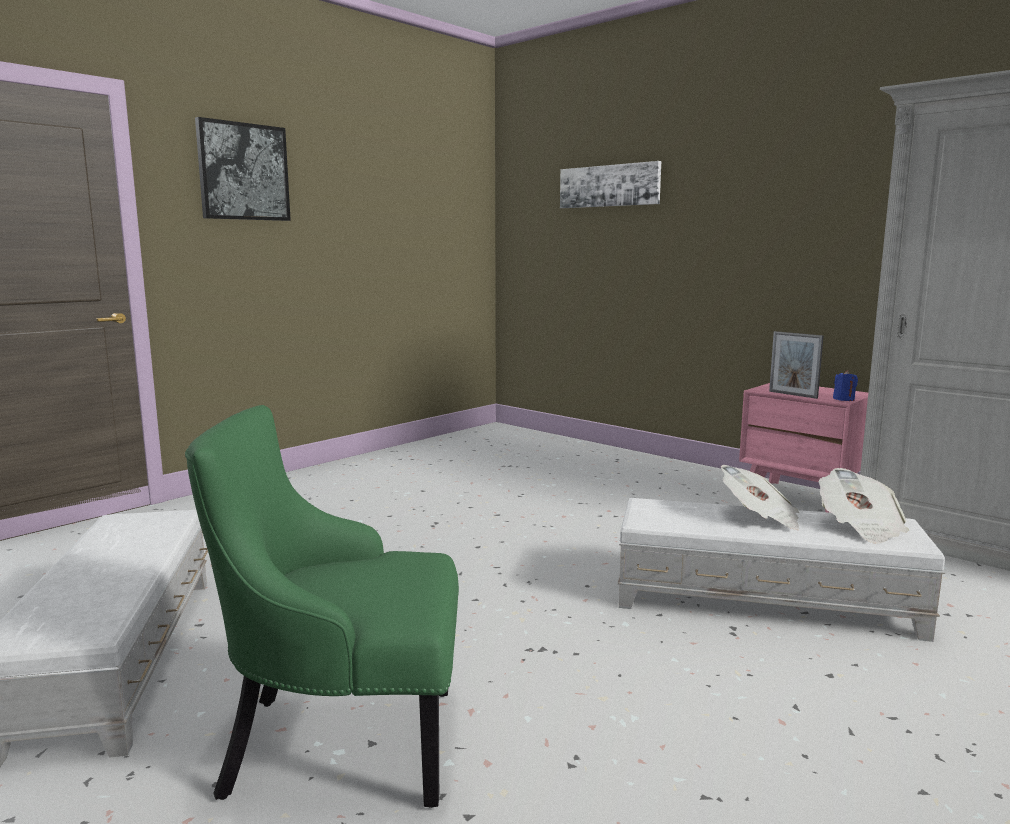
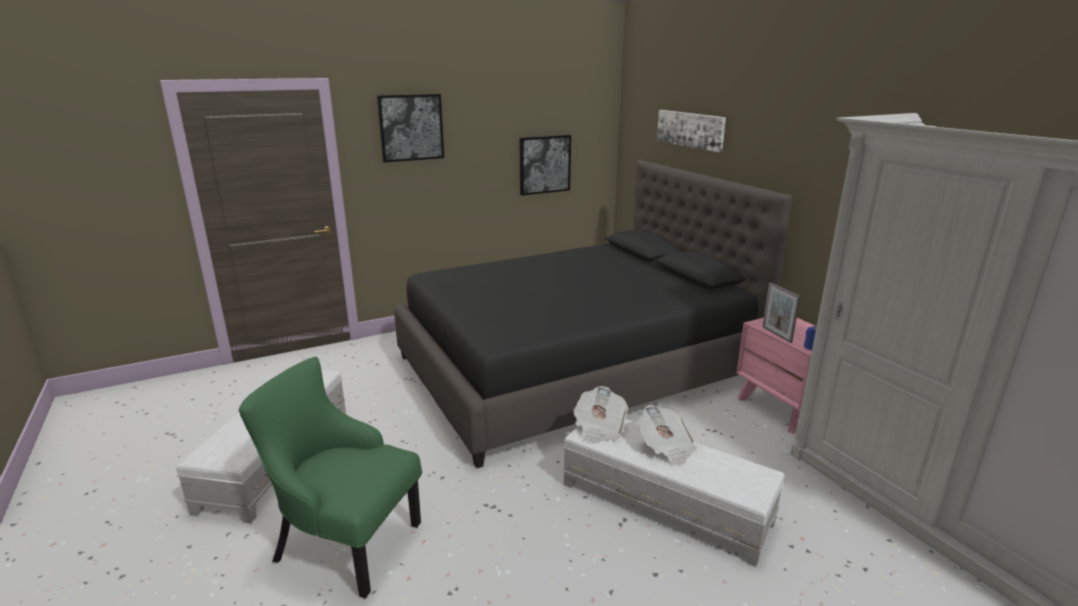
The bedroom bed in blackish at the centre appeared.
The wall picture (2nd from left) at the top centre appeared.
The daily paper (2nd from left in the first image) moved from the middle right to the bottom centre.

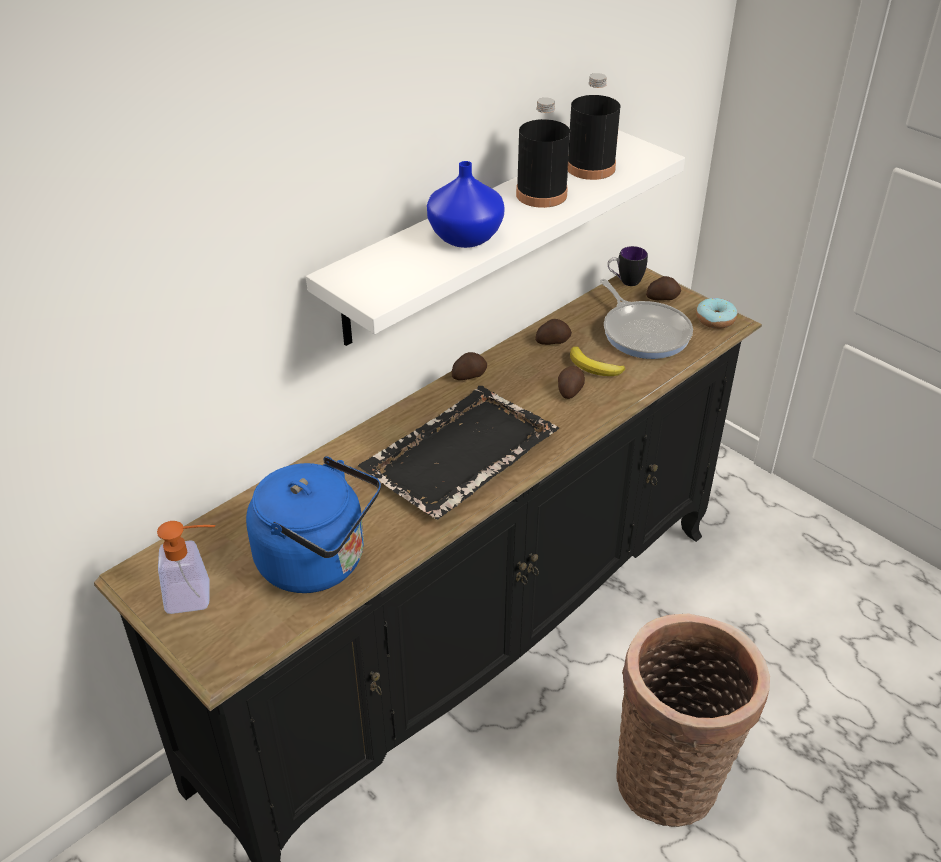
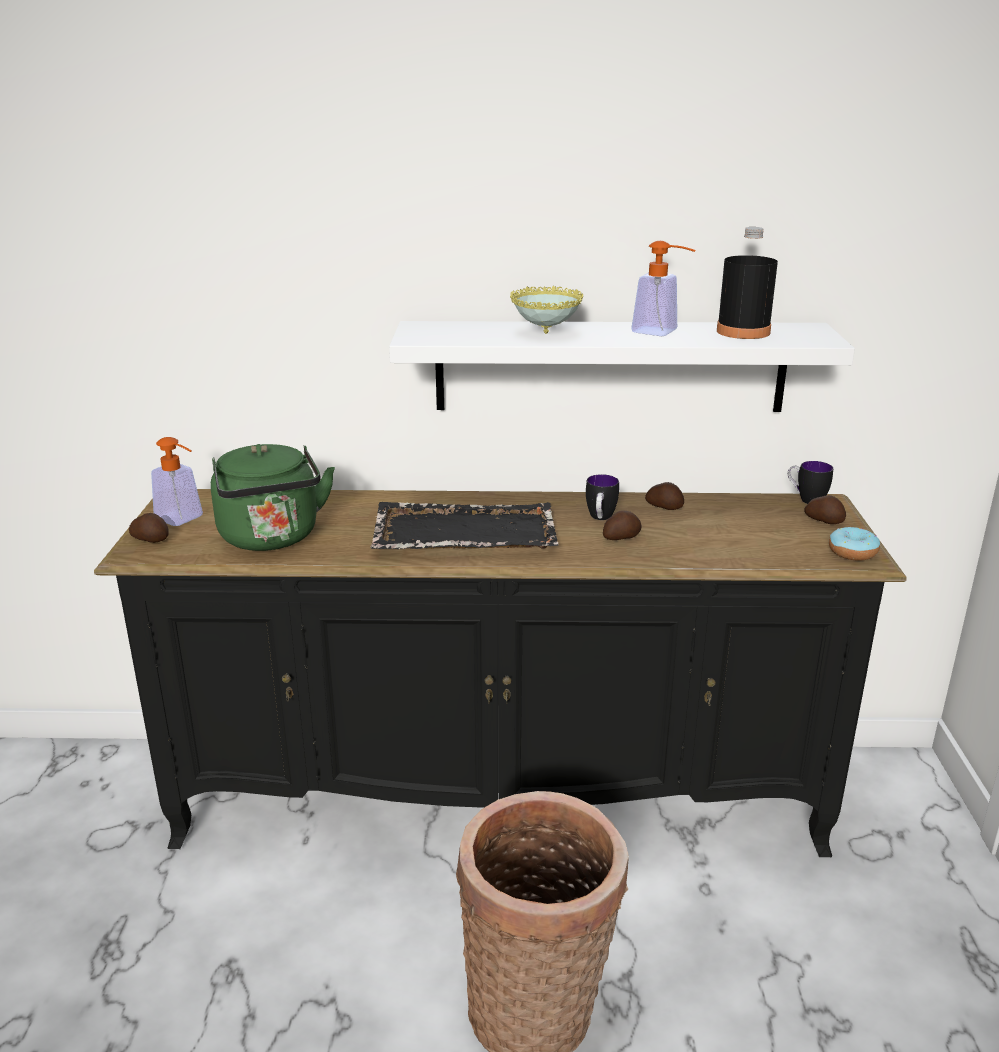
The whole potato (1st from left) moved from the centre to the middle left.
The tea kettle in blue-coloured at the middle left became the tea kettle in greenish at the middle left.
The decorative vase in blue-coloured at the top centre was replaced by the serving bowl at the top centre.
The tea mug (1st from left) at the centre appeared.
The bottle in blackish (1st from left) at the top centre was replaced by the soap dispenser (2nd from left) at the top centre.
The banana fruit at the centre disappeared.
The skillet at the middle right disappeared.

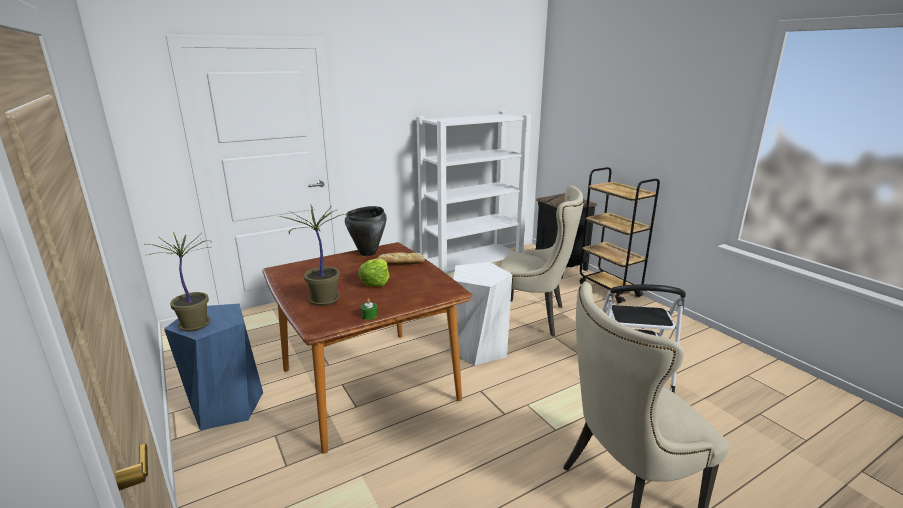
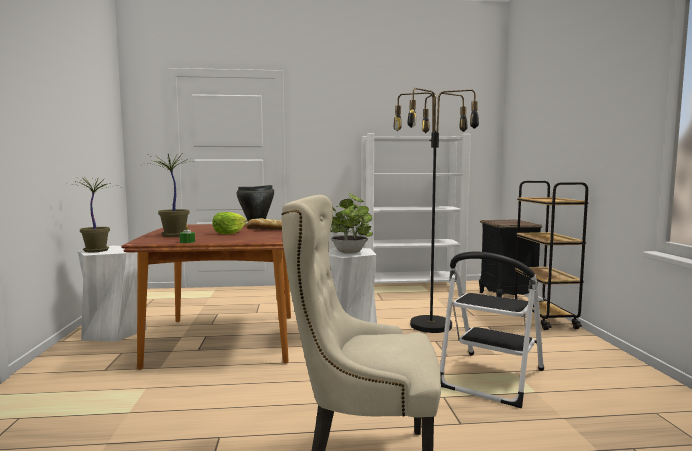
The sitting stool in blue-coloured at the bottom left became the sitting stool in whitish (1st from left) at the middle left.
The plant in a pot (3rd from left) at the centre appeared.
The plain chair in beige-coloured (1st from left) at the centre was replaced by the standing lamp at the centre.

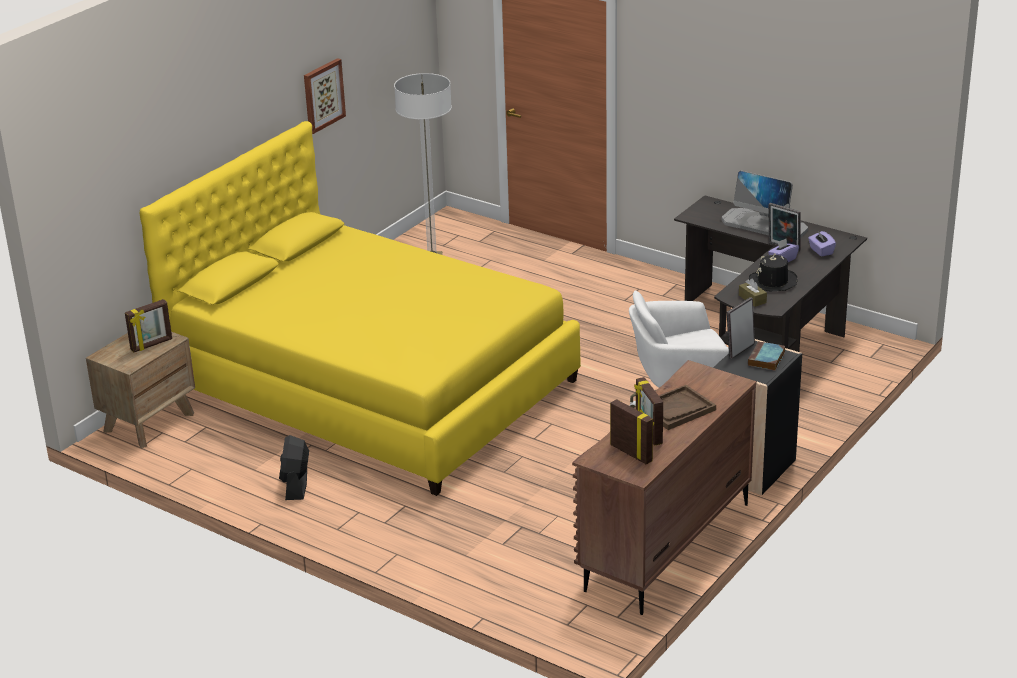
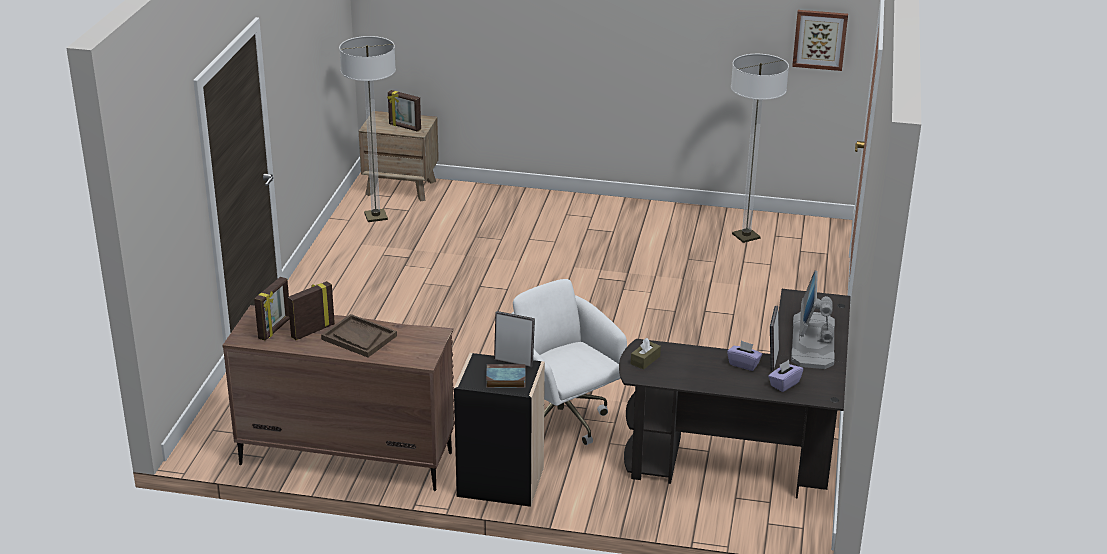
The standing lamp (1st from left) at the top left appeared.
The wall picture moved from the top left to the top right.
The bedroom bed in yellow at the centre disappeared.
The electric fan in blackish at the bottom left disappeared.
The hat in blackish at the middle right disappeared.

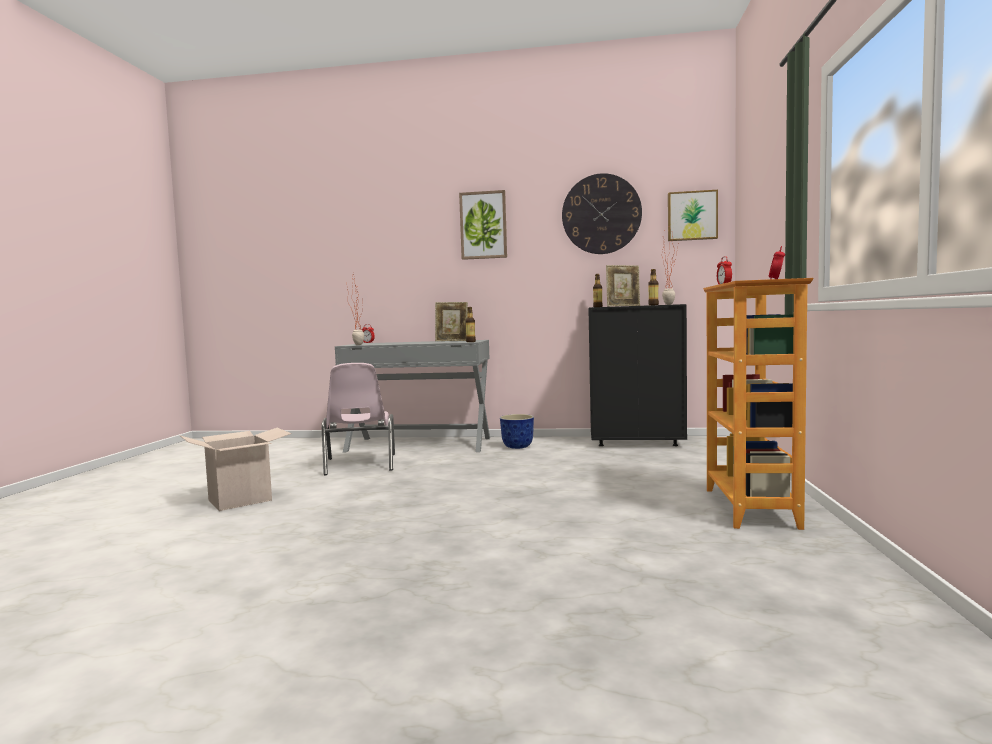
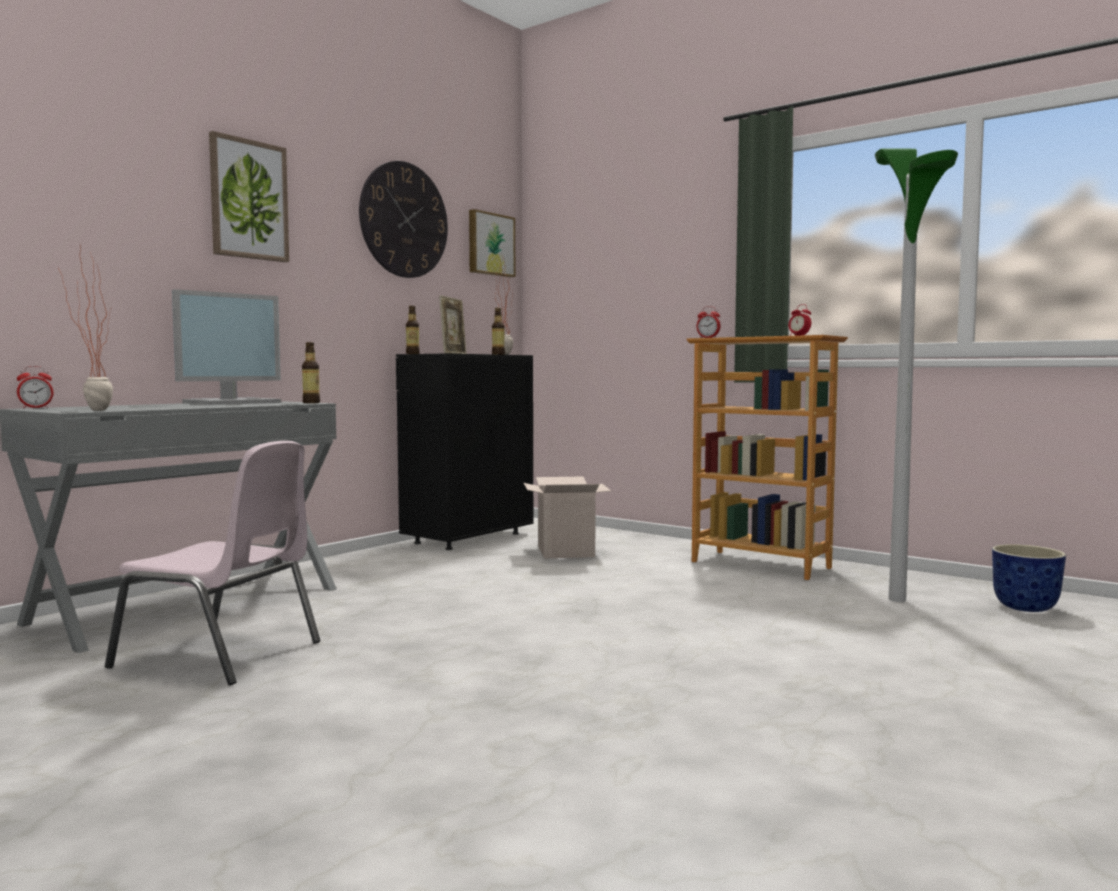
The picture frame (1st from left) at the centre was replaced by the monitor at the middle left.
The carton moved from the middle left to the centre.
The standing lamp at the middle right appeared.
The planter moved from the centre to the middle right.

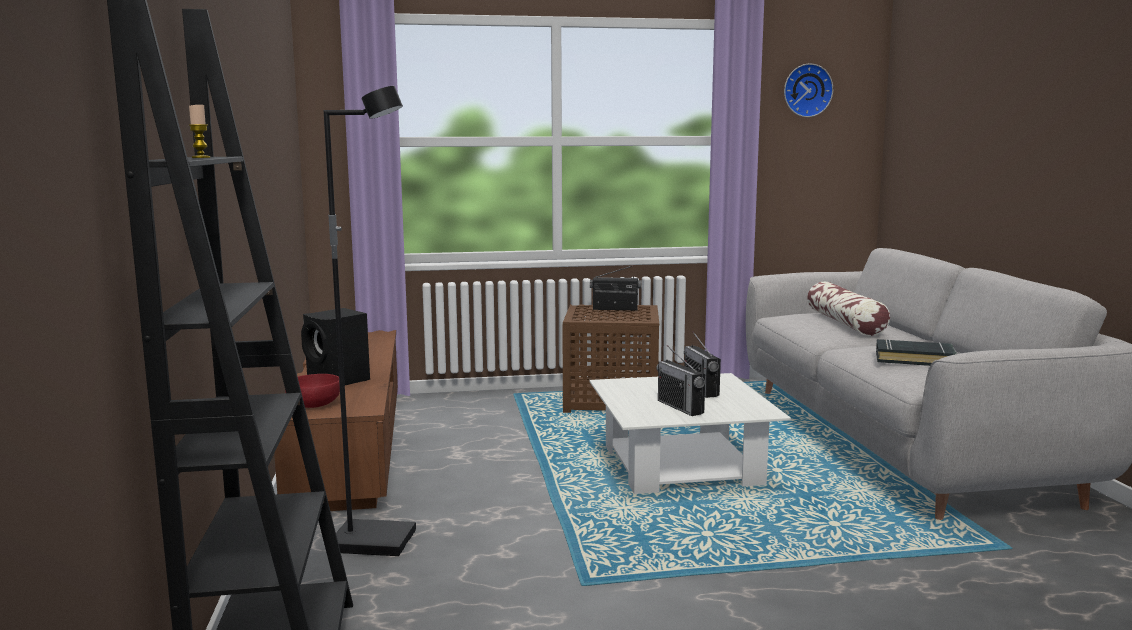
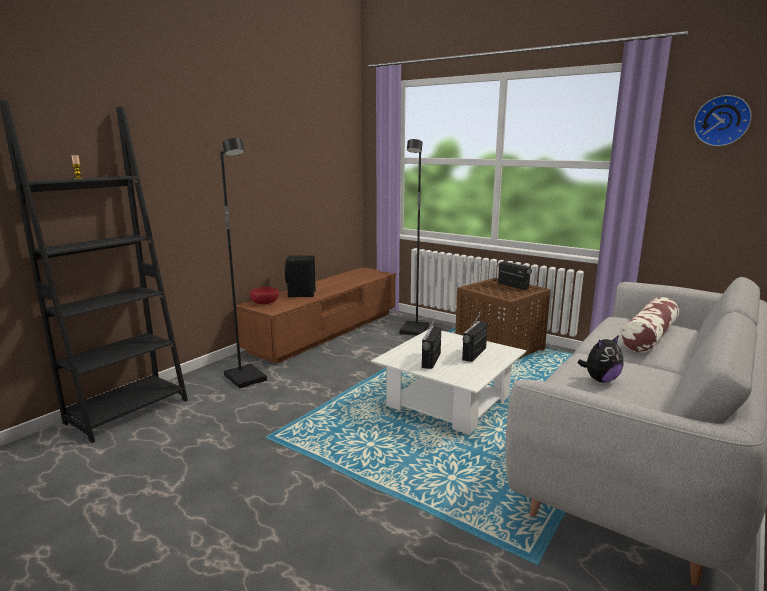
The standing lamp in blackish (2nd from left) at the centre appeared.
The volume in blackish at the middle right was replaced by the cuddly toy at the middle right.

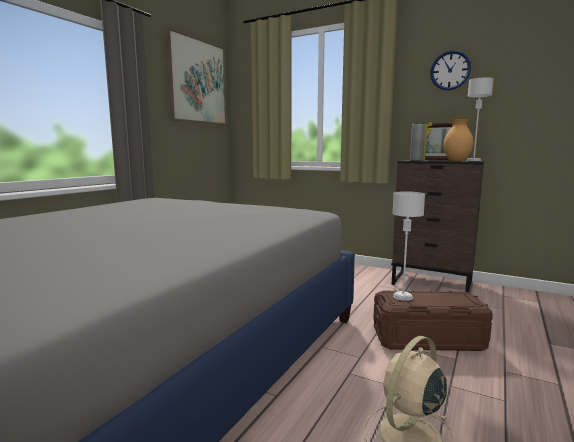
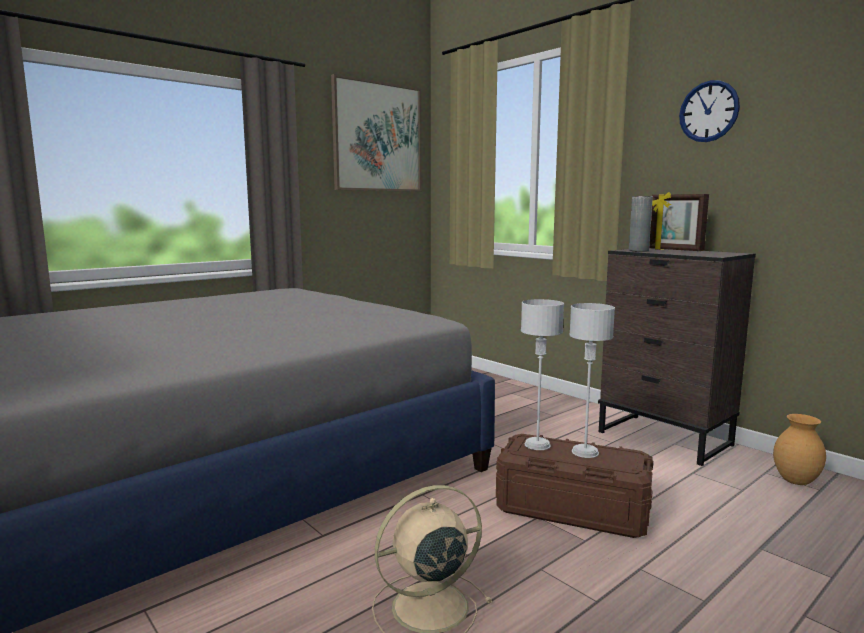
The table lamp in gray (2nd from left) moved from the top right to the middle right.
The decorative vase in brownish moved from the top right to the bottom right.

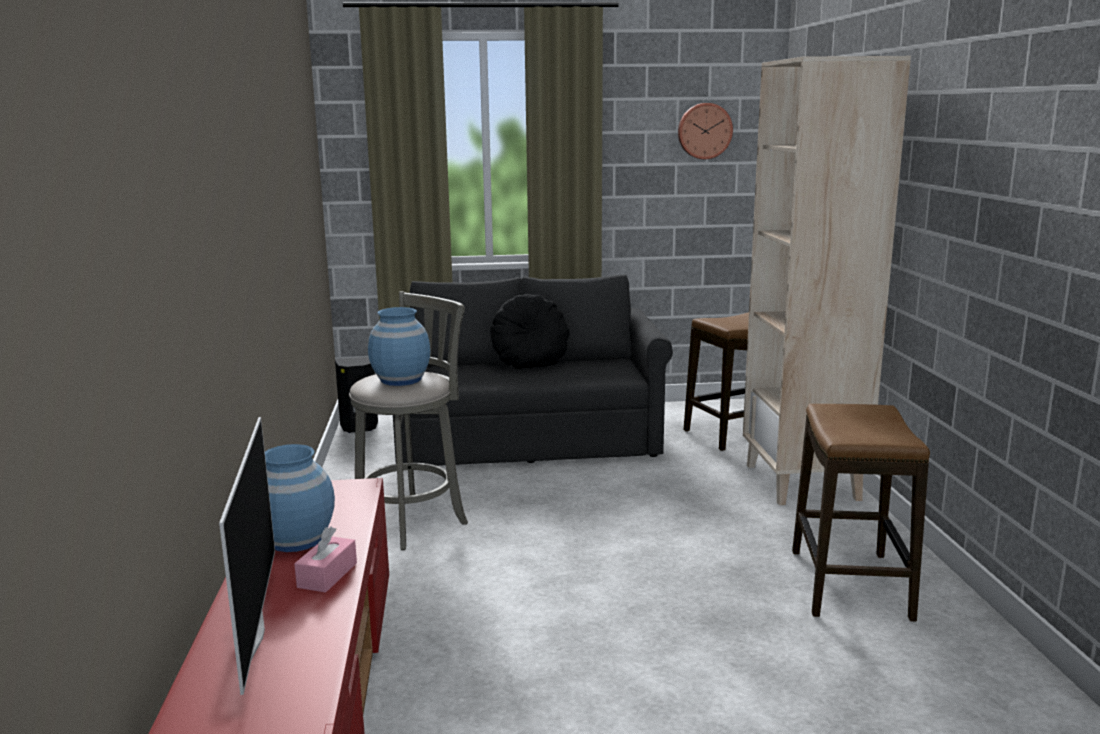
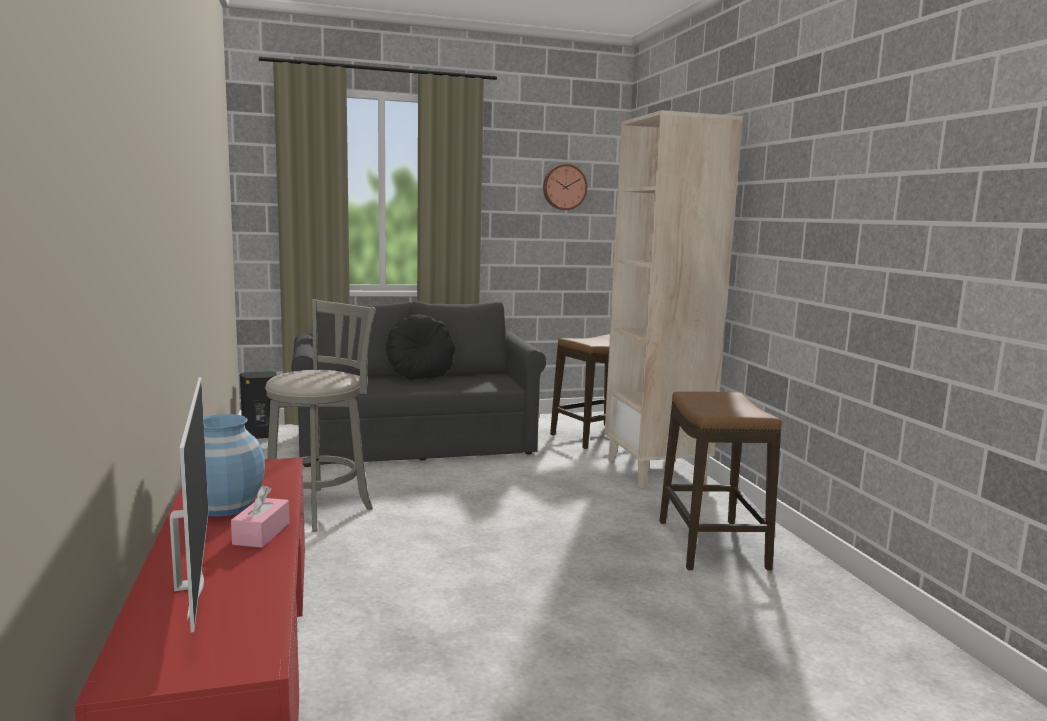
The decorative vase in blue-coloured (2nd from left) at the centre disappeared.

